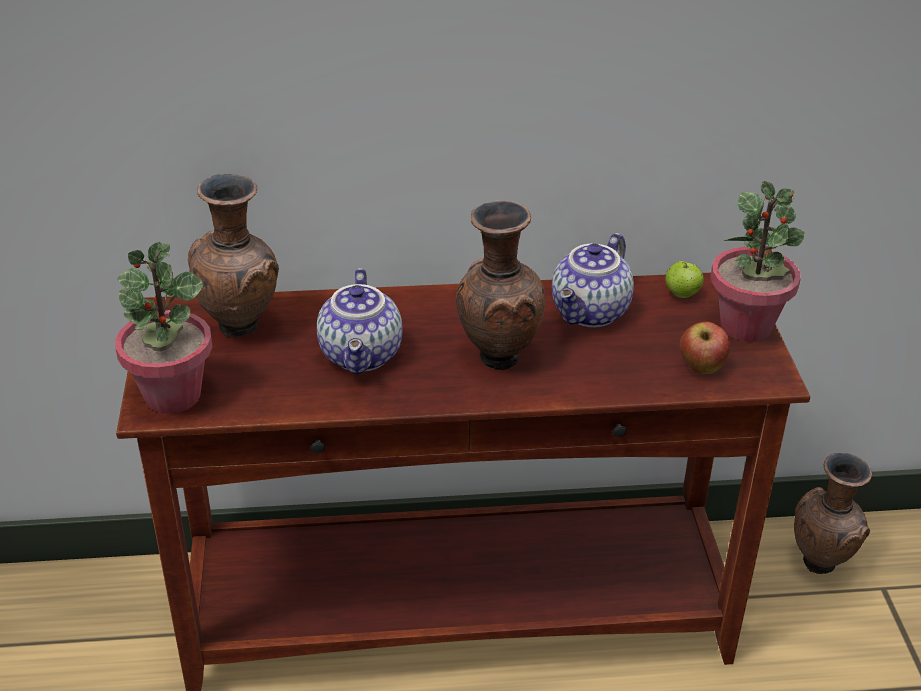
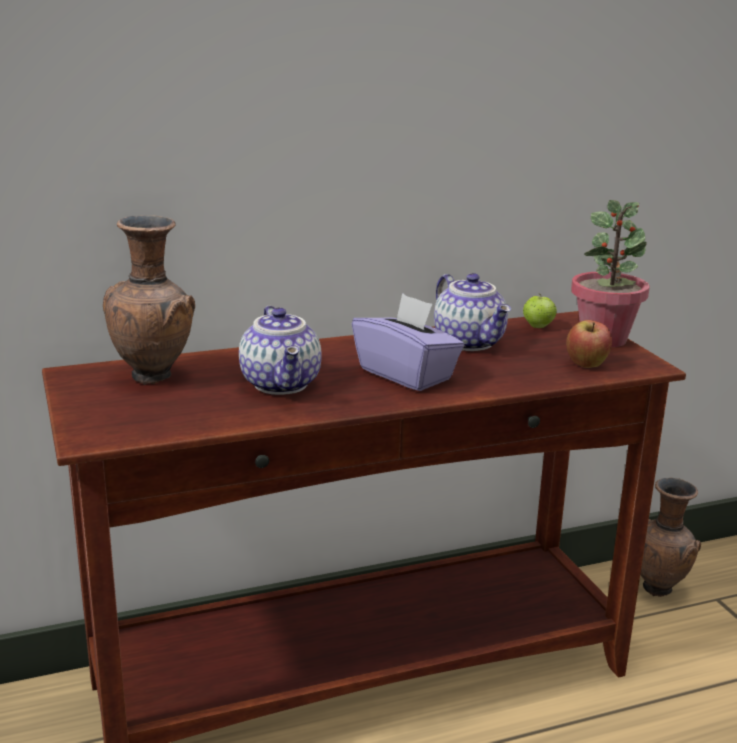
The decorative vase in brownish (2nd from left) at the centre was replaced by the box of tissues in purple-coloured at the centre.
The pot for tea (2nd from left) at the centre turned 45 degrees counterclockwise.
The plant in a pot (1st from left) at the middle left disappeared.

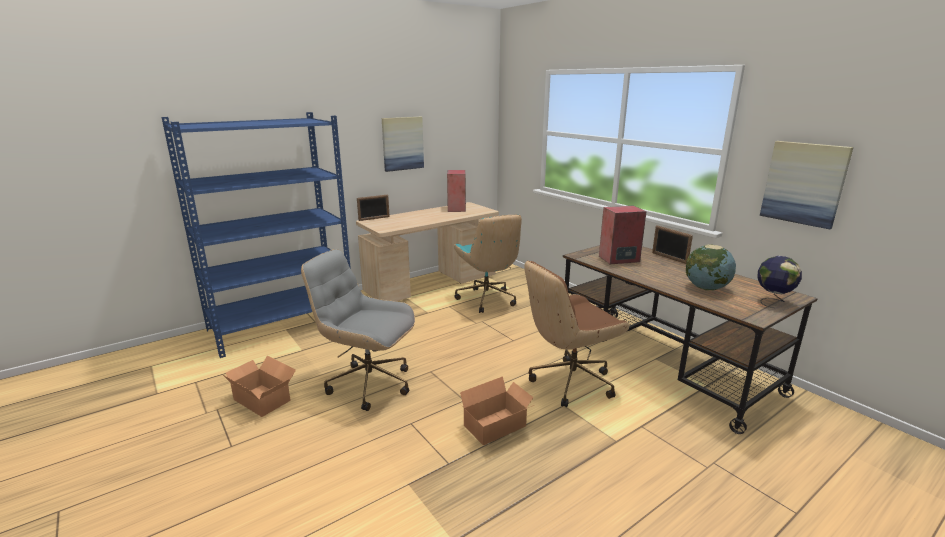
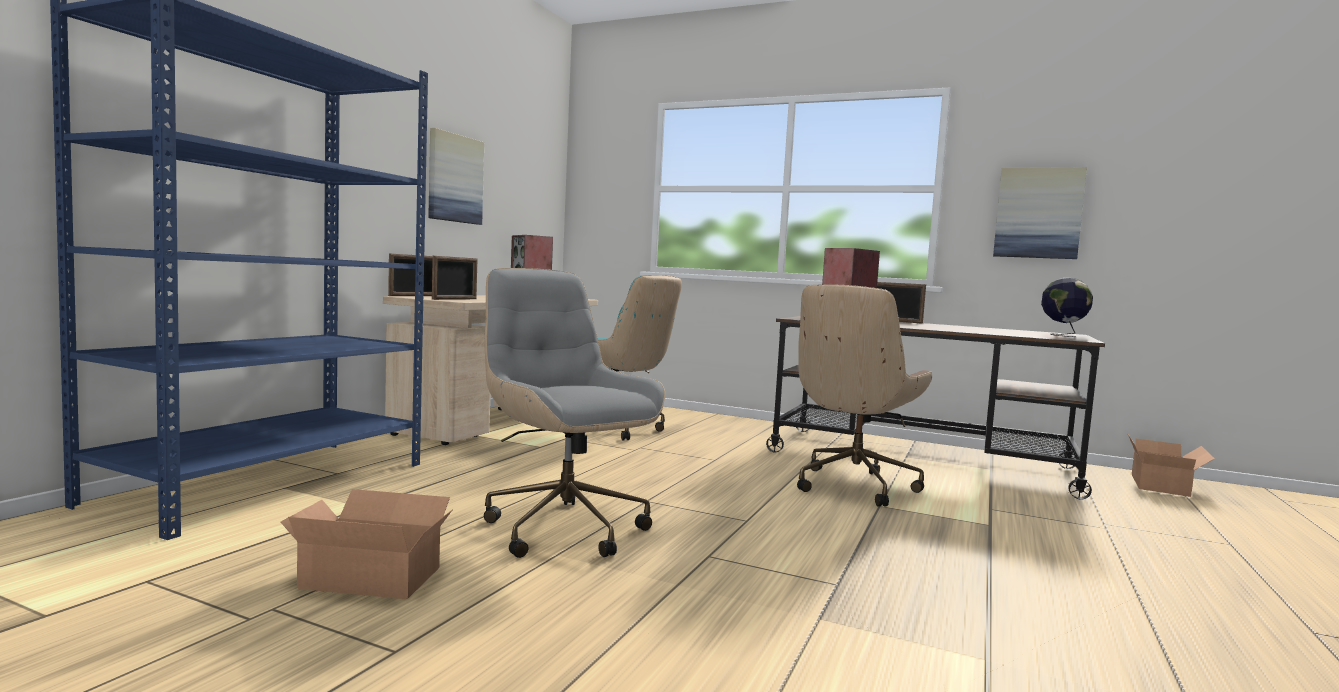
The picture frame (2nd from left) at the centre appeared.
The office chair in gray at the centre turned 60 degrees clockwise.
The carton (2nd from left) moved from the bottom centre to the bottom right.
The globe (1st from left) at the middle right disappeared.

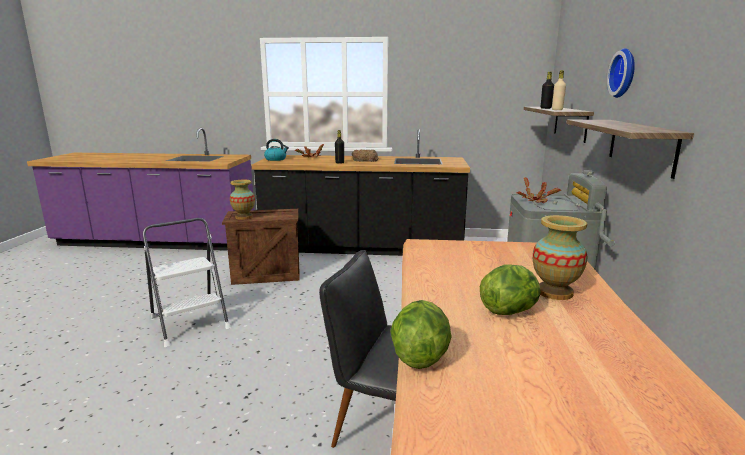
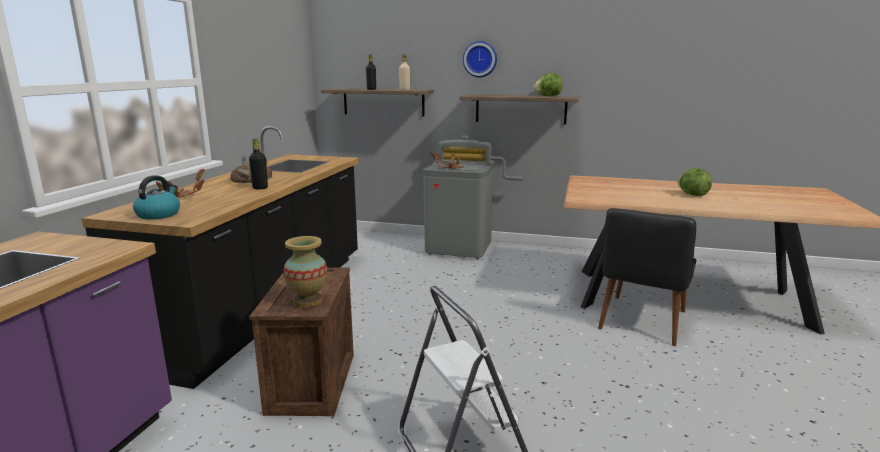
The lettuce (1st from left) moved from the bottom centre to the top centre.
The decorative vase (2nd from left) at the middle right disappeared.

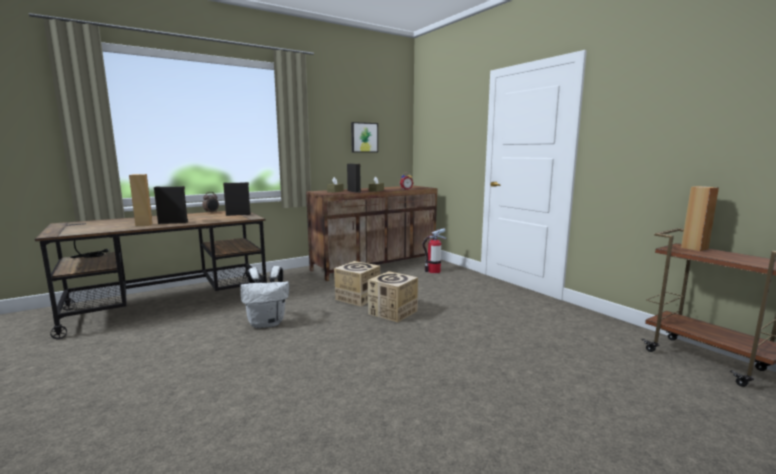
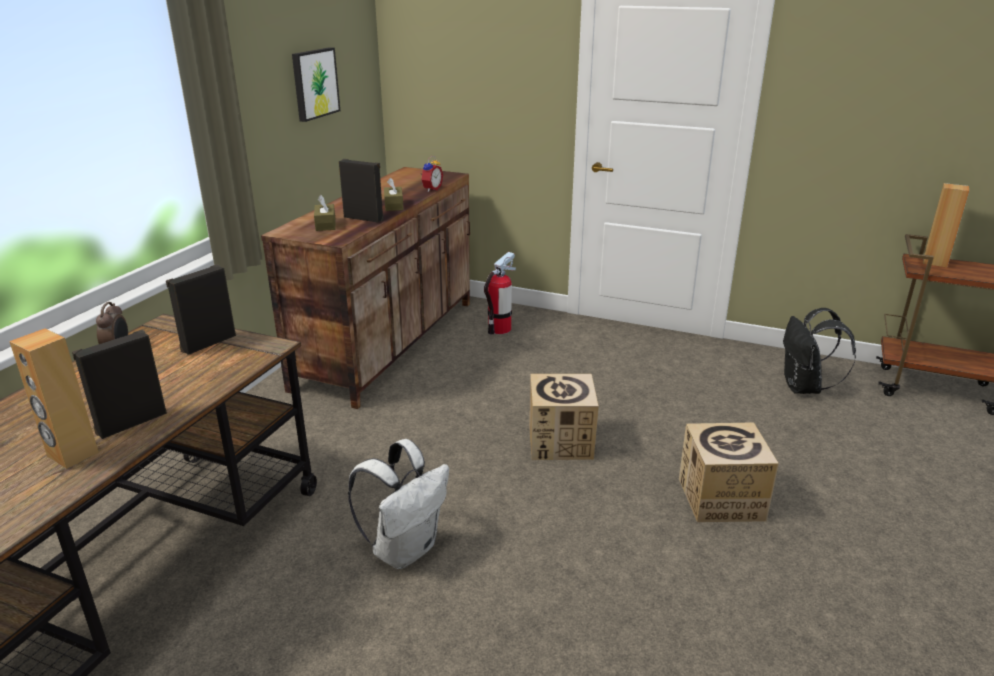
The carton (1st from left in the first image) moved from the centre to the bottom right.
The knapsack in blackish at the middle right appeared.

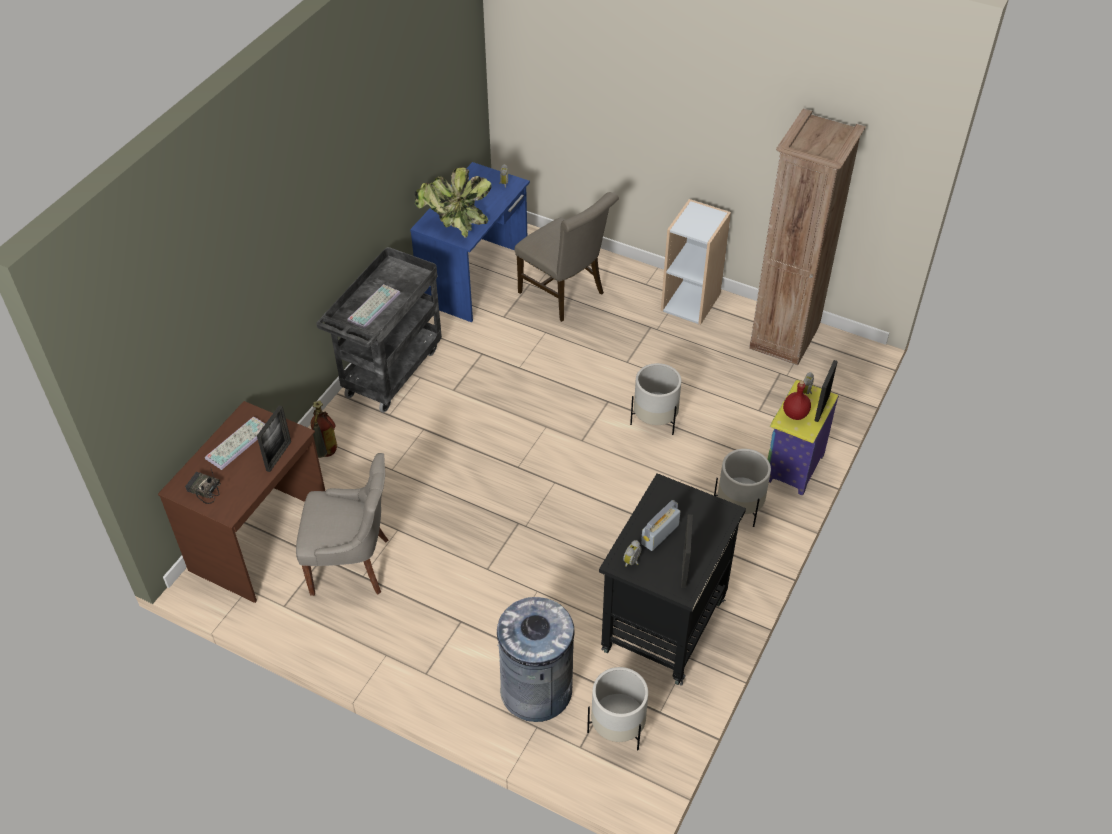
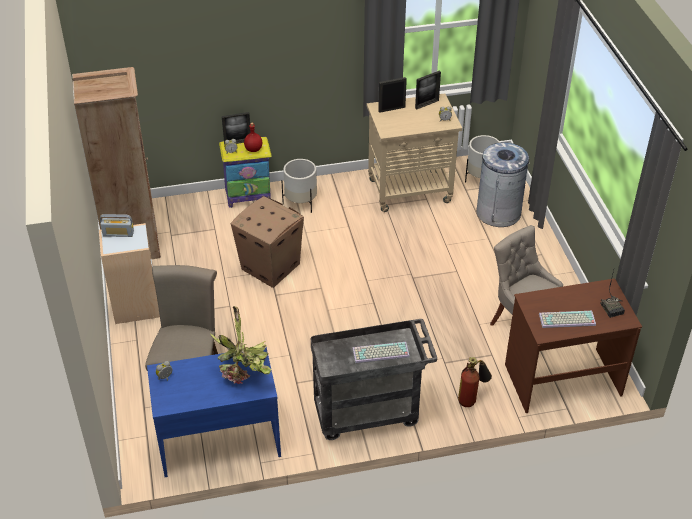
The radio set (2nd from left in the first image) moved from the centre to the middle left.
The planter in whitish (2nd from left) at the centre was replaced by the carton at the centre.
The wheeled cart in blackish (2nd from left) at the bottom centre became the wheeled cart in beige-coloured at the top centre.
The picture frame (1st from left in the first image) moved from the middle left to the top centre.

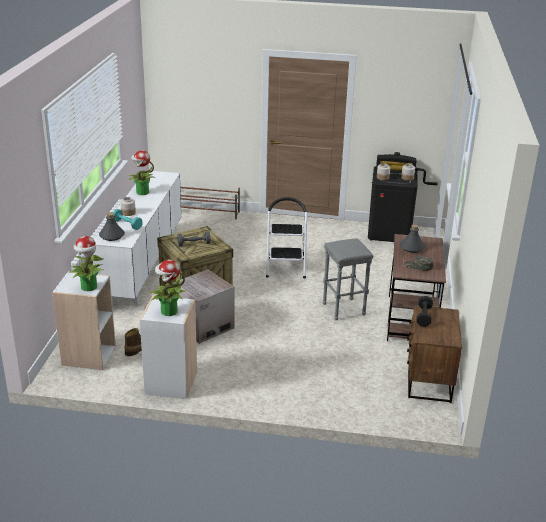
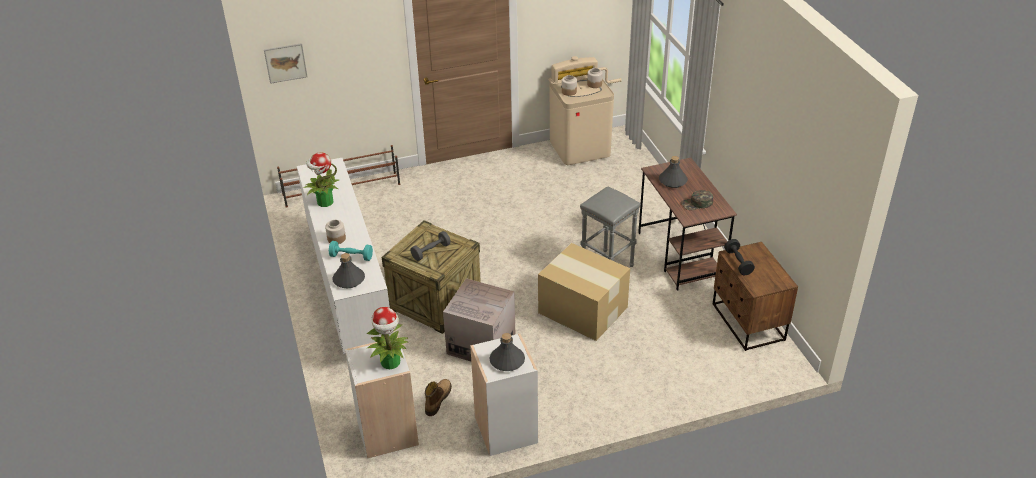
The wall picture at the top left appeared.
The plant in a pot (3rd from left) at the middle left was replaced by the bottle in gray (2nd from left) at the bottom centre.
The carton (2nd from left) at the centre appeared.
The laundry machine in blackish at the middle right became the laundry machine in beige-coloured at the top centre.
The step stool at the centre disappeared.

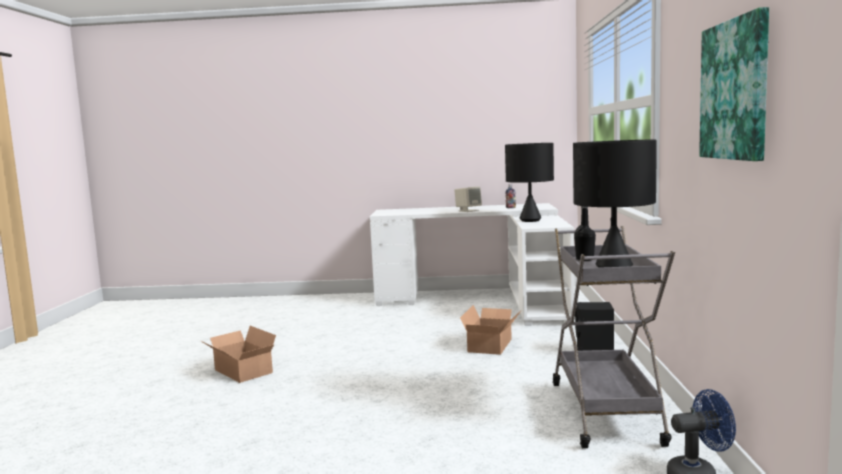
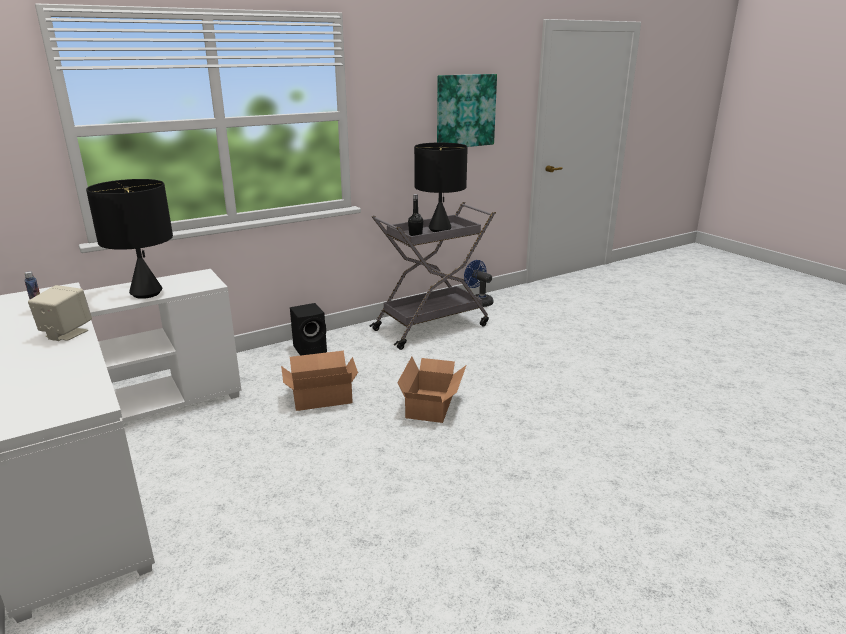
The carton (1st from left in the first image) moved from the bottom left to the centre.

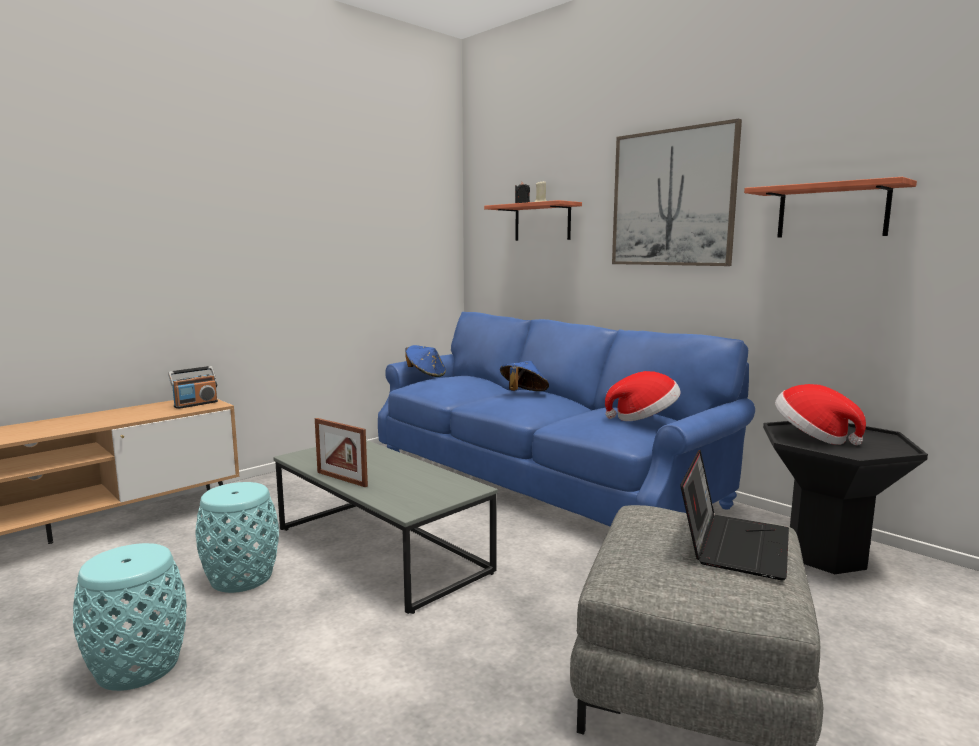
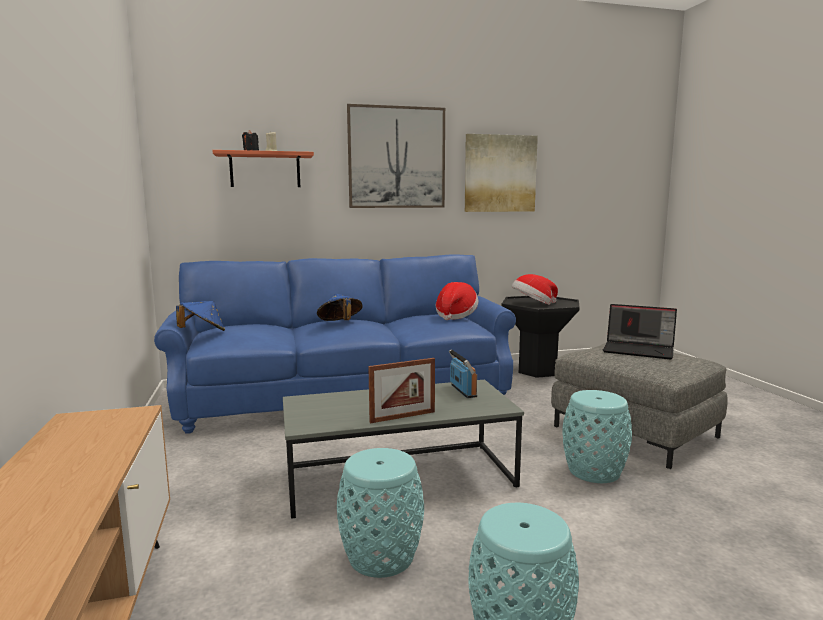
The radio set moved from the middle left to the centre.
The shelf (2nd from left) at the top right was replaced by the wall picture (2nd from left) at the top centre.
The sitting stool in turquoise (3rd from left) at the bottom right appeared.
The laptop at the bottom right turned 150 degrees clockwise.

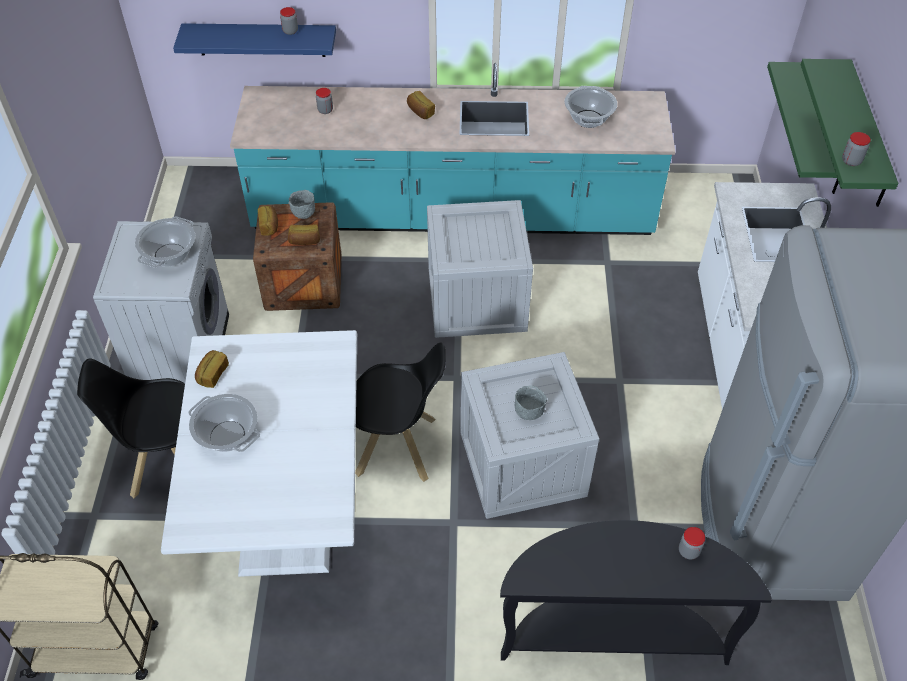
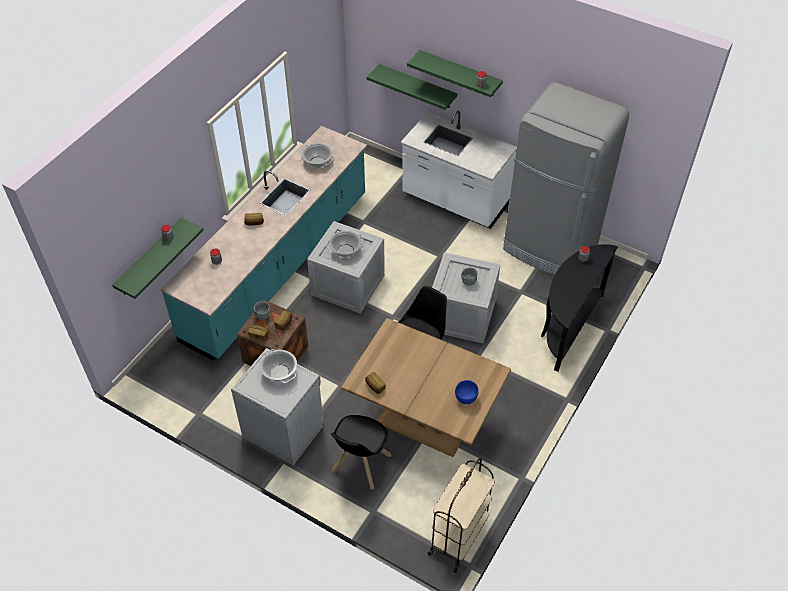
The shelf in blue-coloured at the top left became the shelf in greenish (1st from left) at the middle left.
The cooking pot (2nd from left in the first image) moved from the middle left to the centre.
The dining table in whitish at the middle left became the dining table in brownish at the centre.
The serving bowl in blue-coloured at the centre appeared.

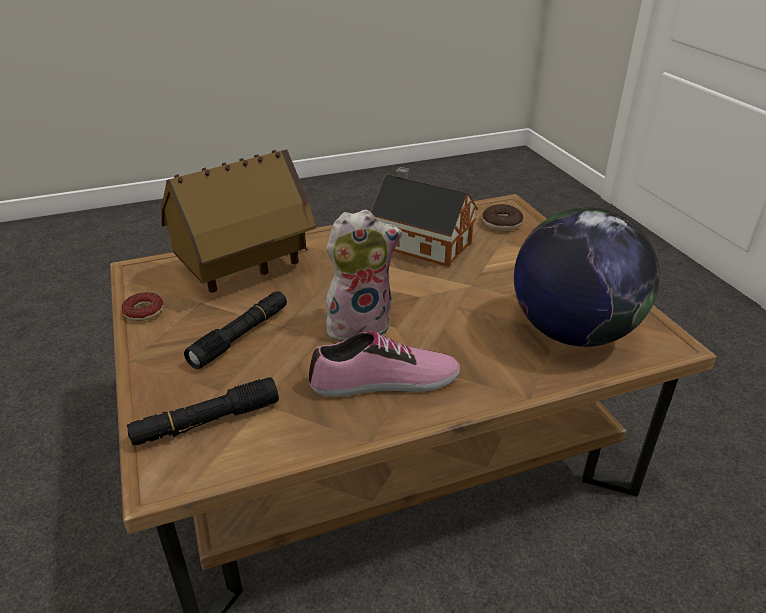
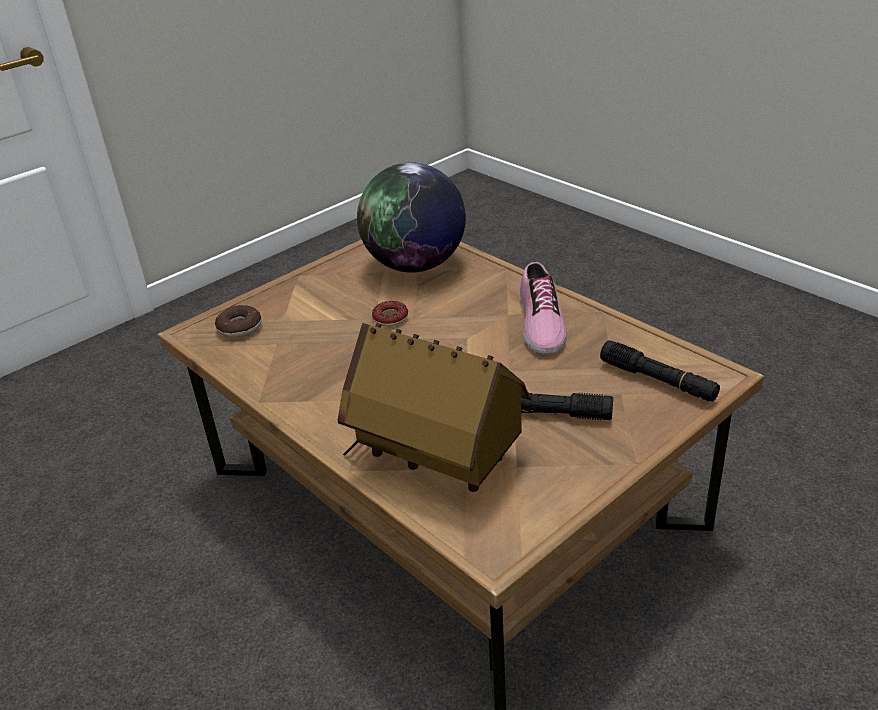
The ring doughnut (1st from left in the first image) moved from the middle left to the centre.
The shoe at the centre turned 150 degrees counterclockwise.
The cuddly toy at the centre disappeared.
The model house (2nd from left) at the centre disappeared.

